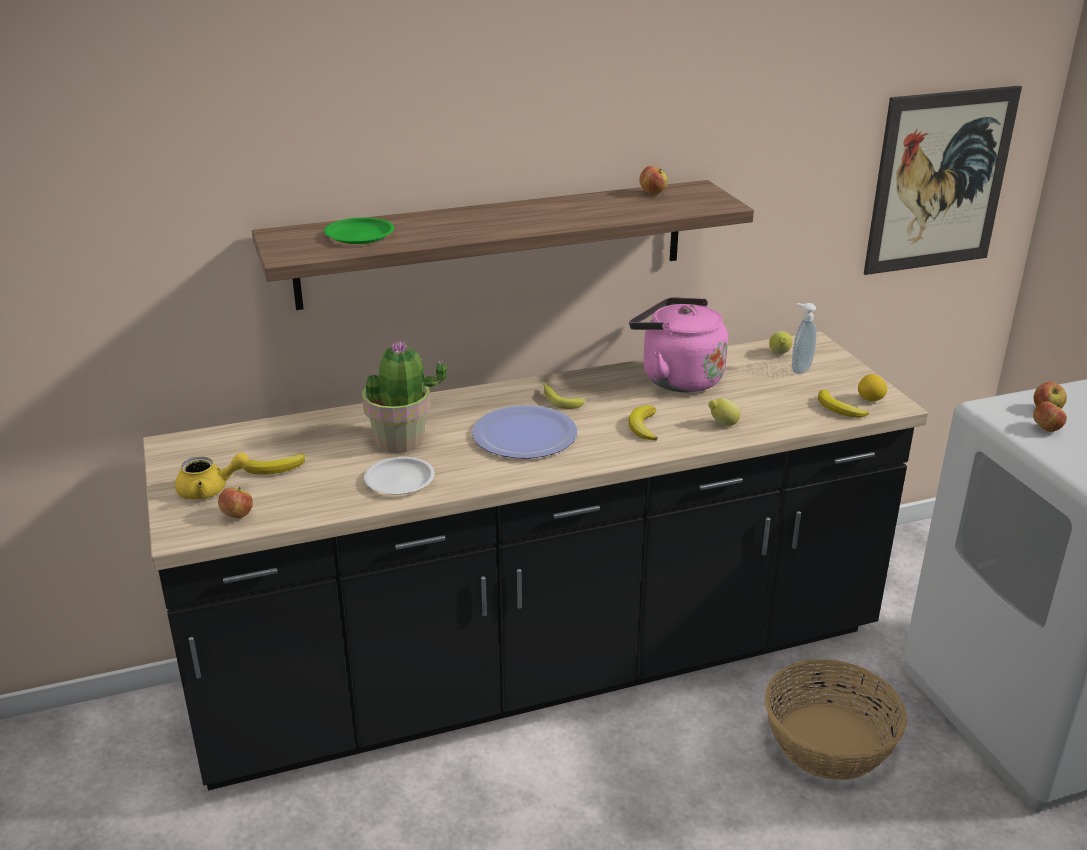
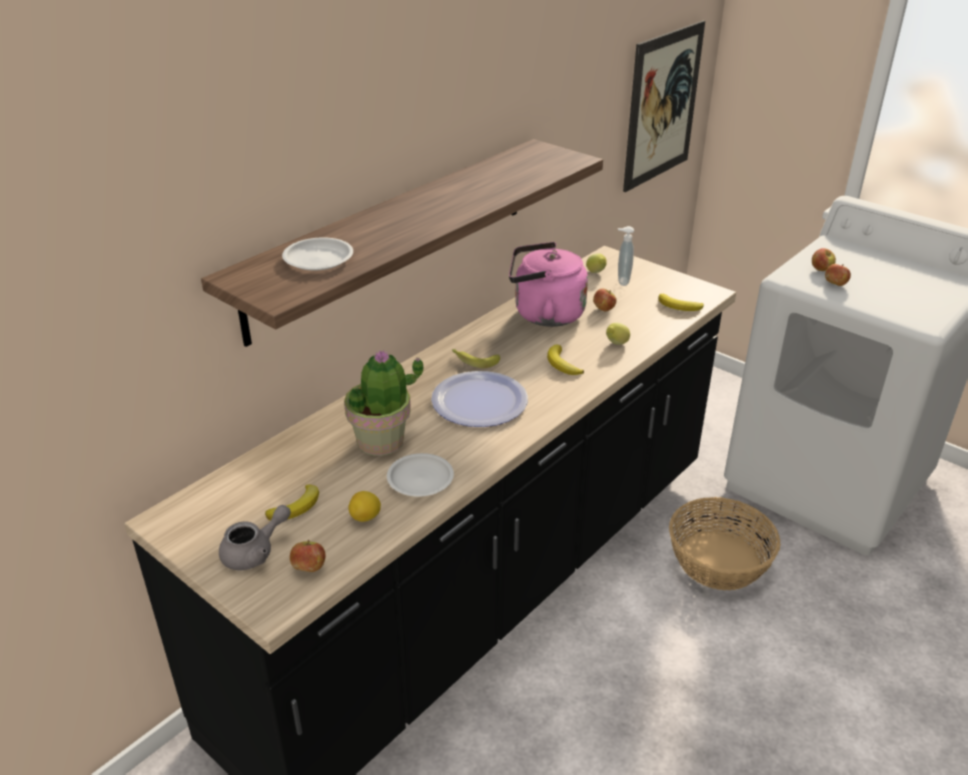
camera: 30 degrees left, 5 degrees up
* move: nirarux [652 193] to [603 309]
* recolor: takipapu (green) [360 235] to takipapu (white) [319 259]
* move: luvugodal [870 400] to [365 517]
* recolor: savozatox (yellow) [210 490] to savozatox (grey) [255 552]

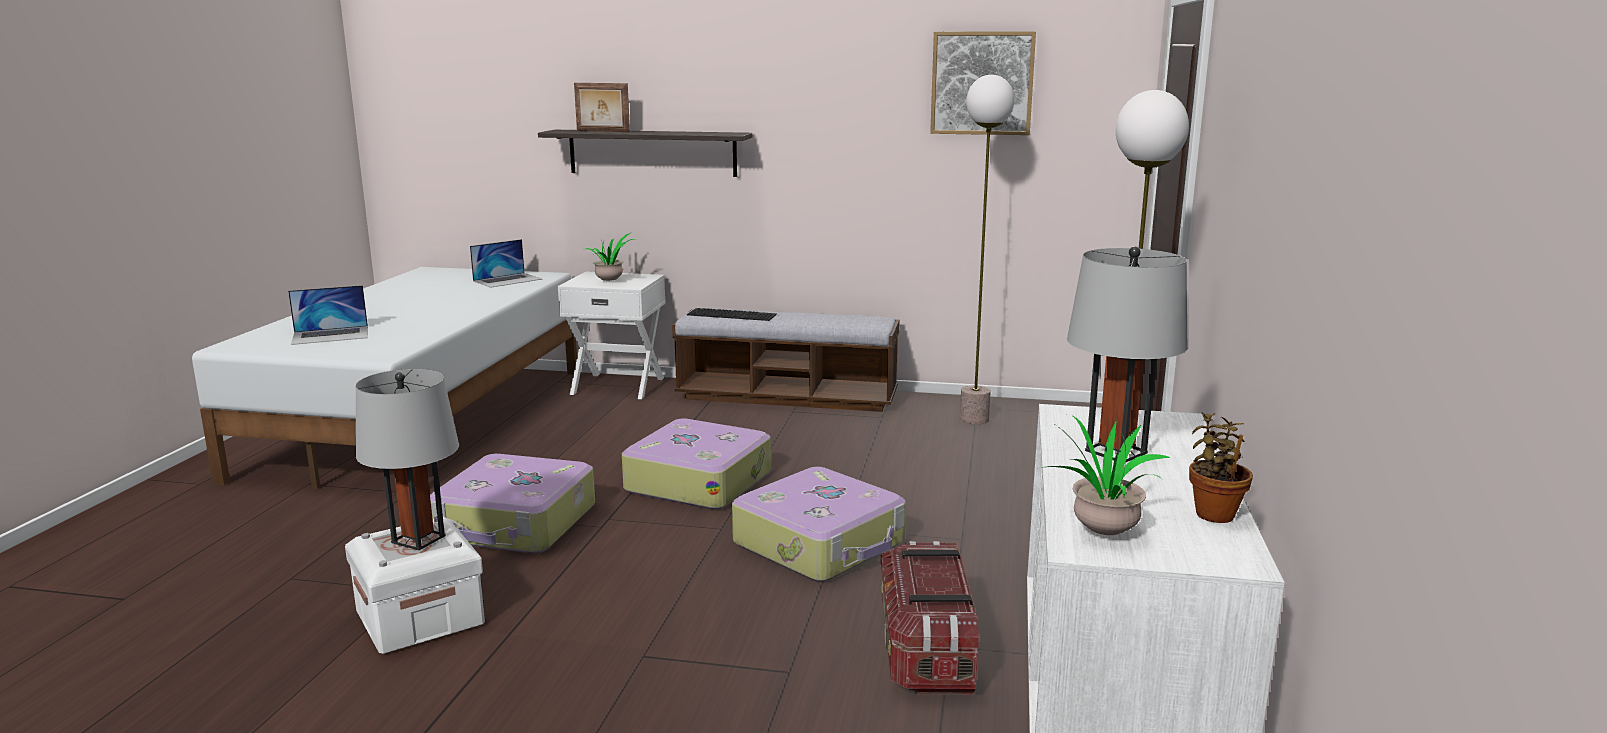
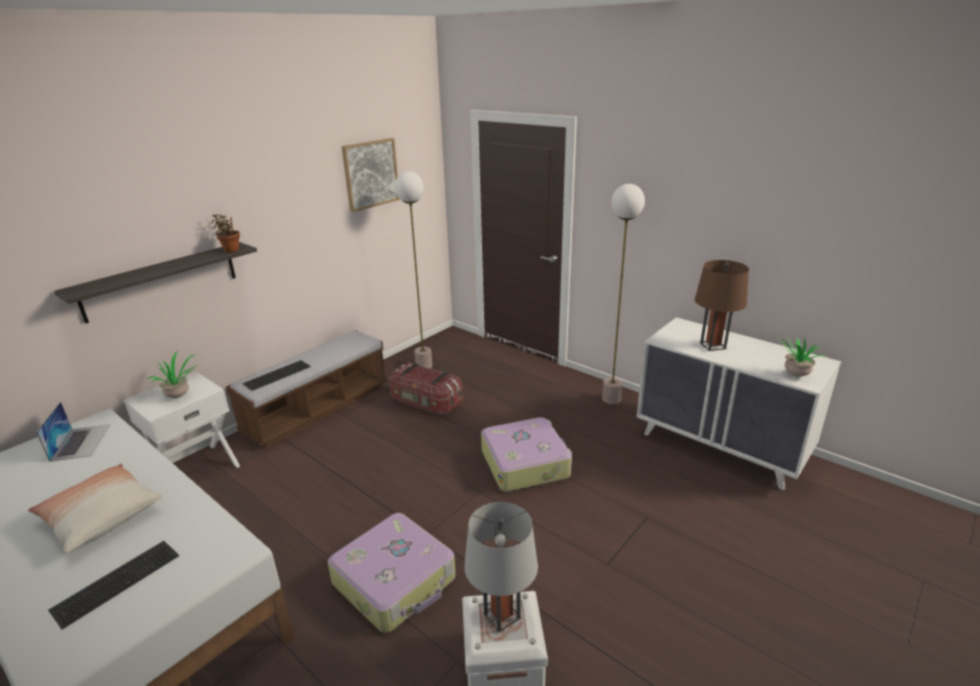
camera: 60 degrees left, 10 degrees up
* delete: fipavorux [602 131]
* recolor: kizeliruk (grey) [1116 452] to kizeliruk (brown) [713 346]
* replace: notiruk [331 335] to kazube [117 580]
* move: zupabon [1214 513] to [230 250]
* delete: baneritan [698 481]
* move: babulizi [926 649] to [425 402]
* insert: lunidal [101 517]

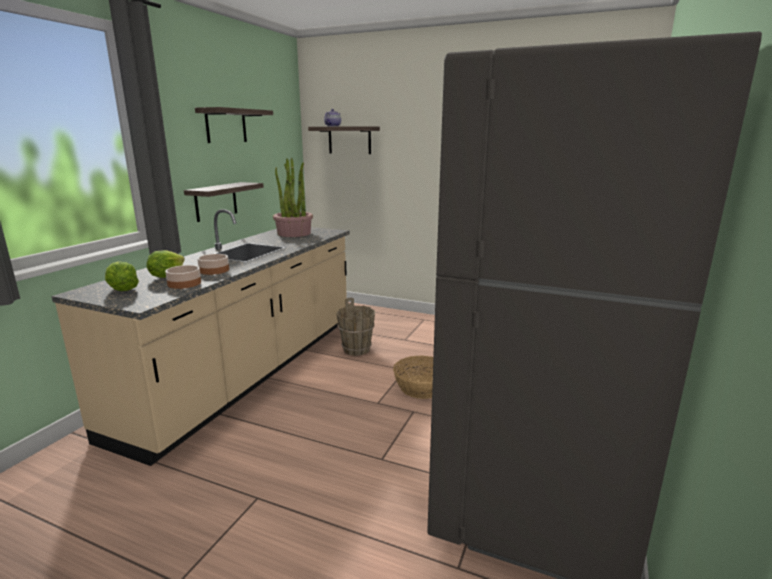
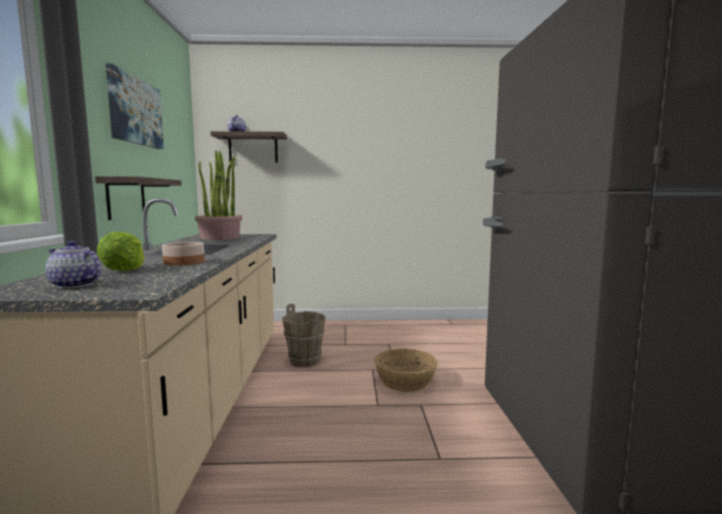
camera: 25 degrees left, 10 degrees down
* replace: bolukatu [226 126] to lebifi [135 111]
* replace: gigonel [122 290] to savozatox [75 285]
* delete: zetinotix [184 284]

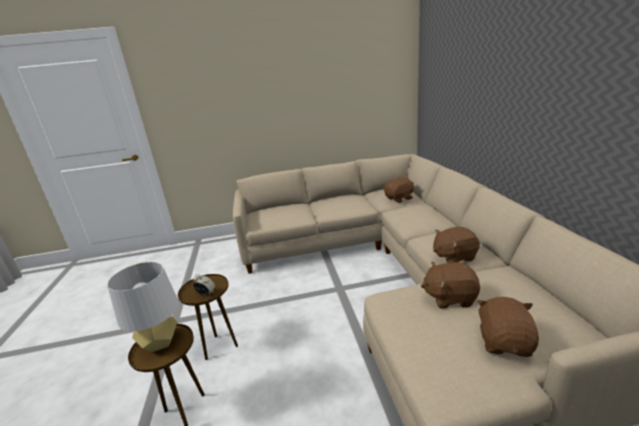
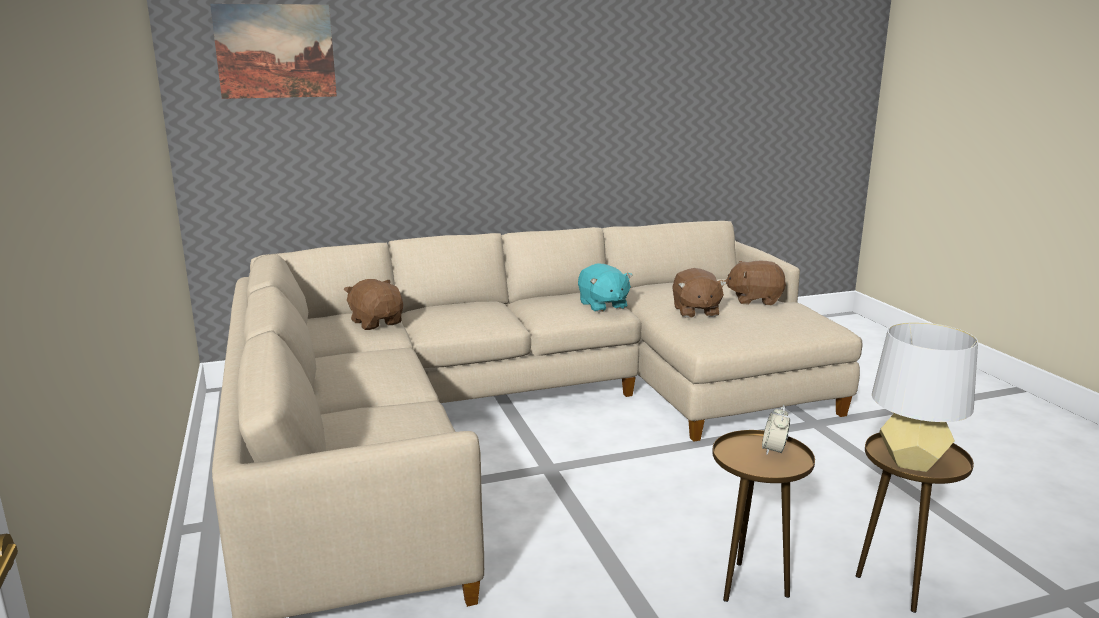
camera: 100 degrees left, 5 degrees down
* recolor: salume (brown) [454 257] to salume (turquoise) [602 305]
* insert: lebifi [275 51]

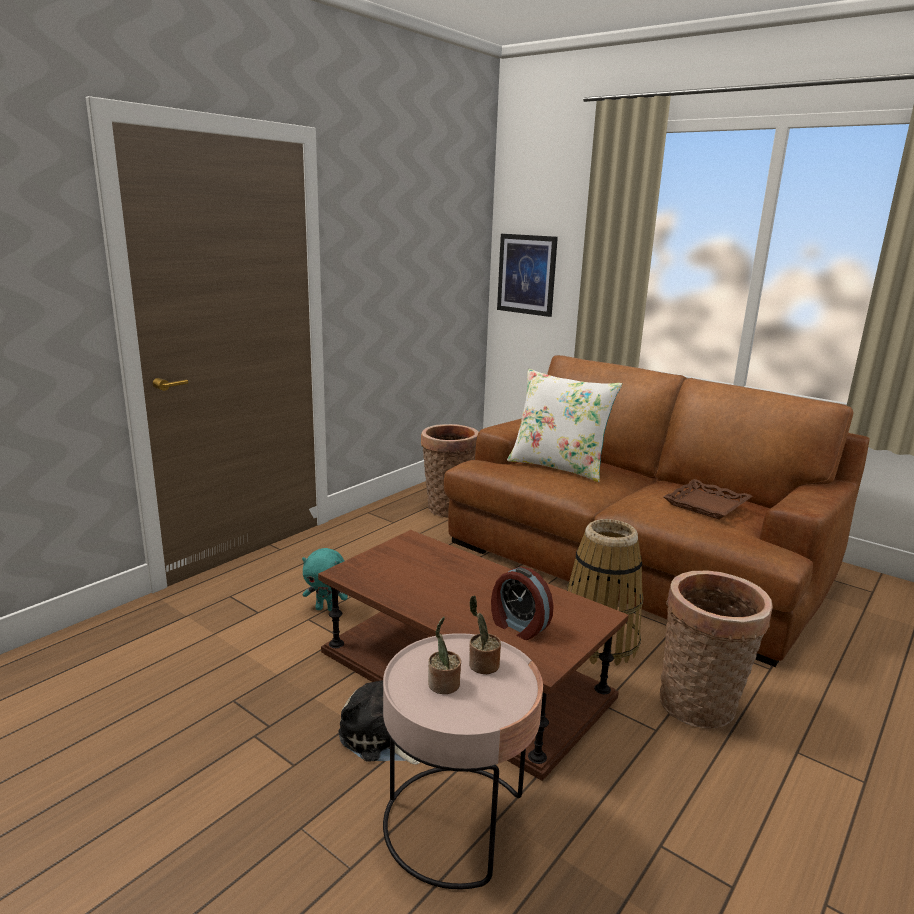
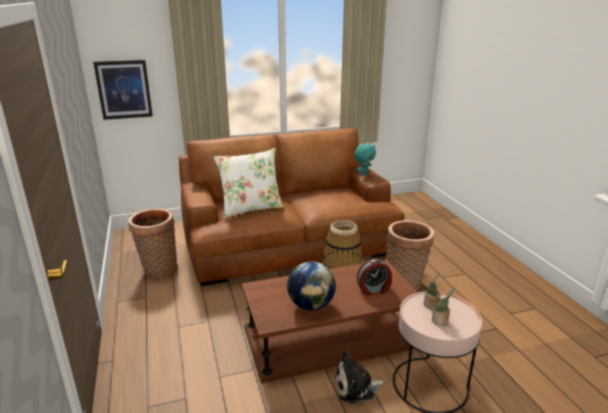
camera: 55 degrees left, 5 degrees up
* delete: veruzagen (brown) [707 505]
* move: salume (turquoise) [326 608] to [364 174]
* insert: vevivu [311 305]

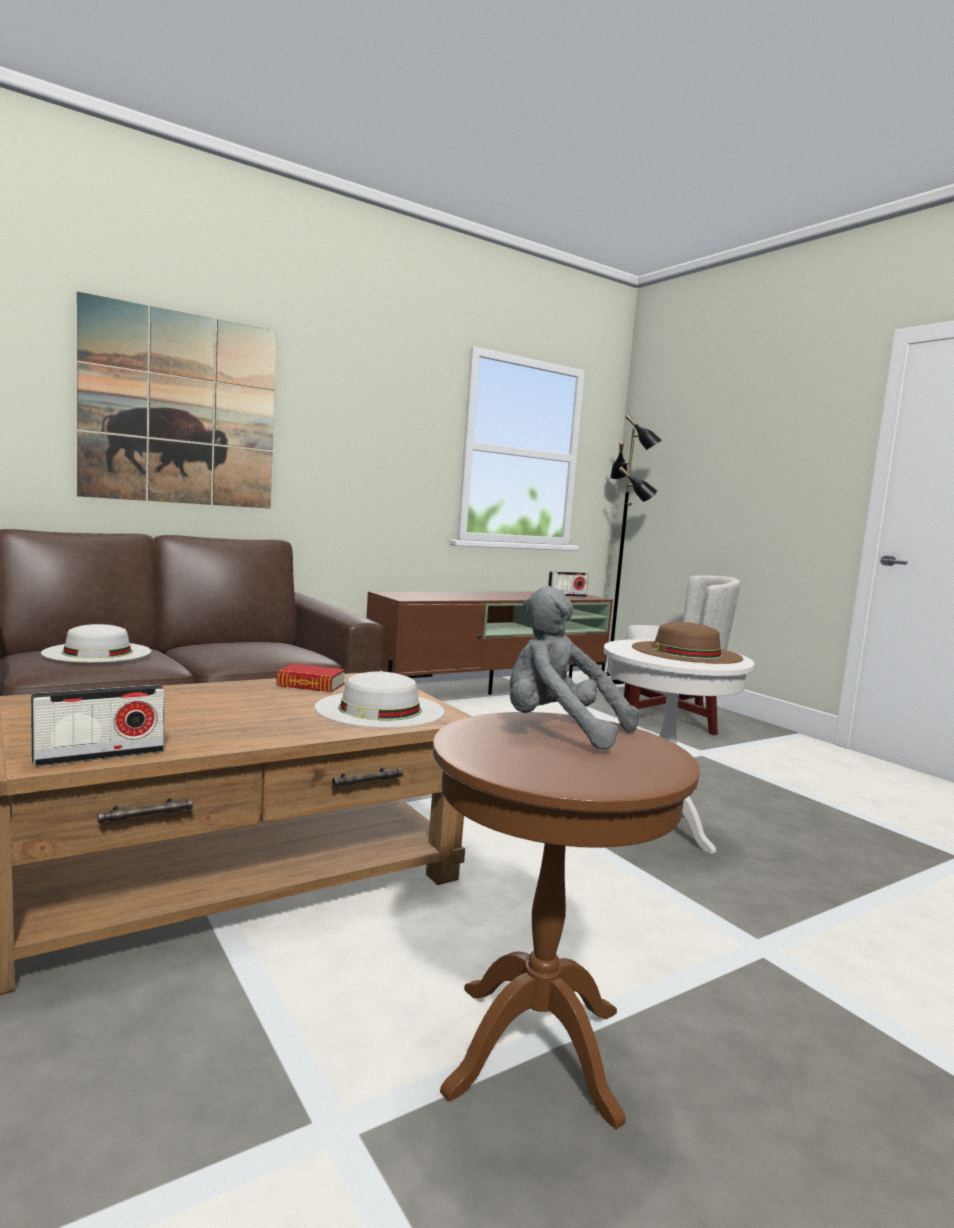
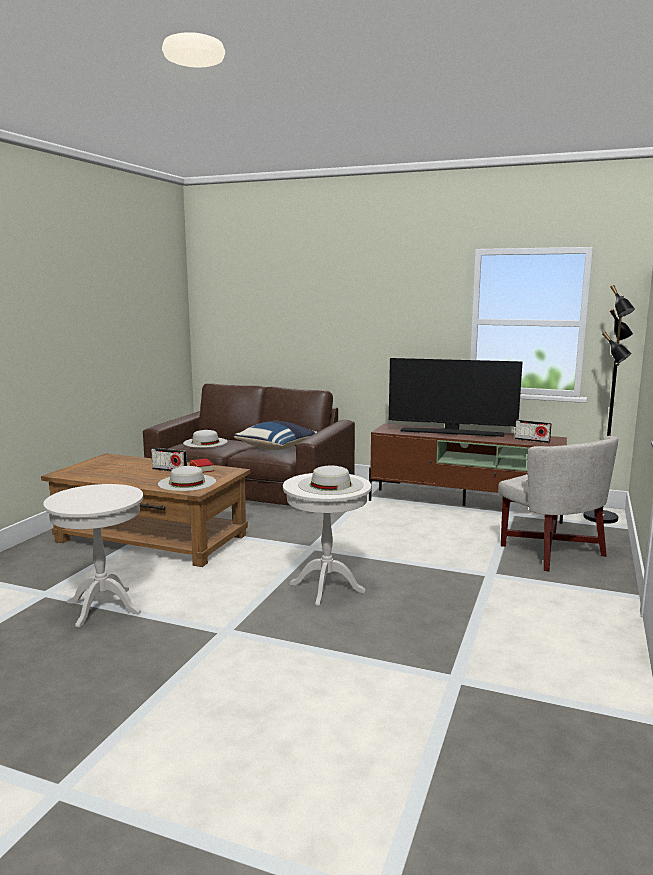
camera: 55 degrees right, 5 degrees up
* delete: lebifi [181 409]
* delete: salume (grey) [558 730]
* recolor: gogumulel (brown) [686 652] to gogumulel (white) [330 485]
* move: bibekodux [100 756] to [169 470]
* recolor: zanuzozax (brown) [535 1049] to zanuzozax (white) [103 607]
* insert: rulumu [452 432]
* insert: lunidal (blue) [277 448]

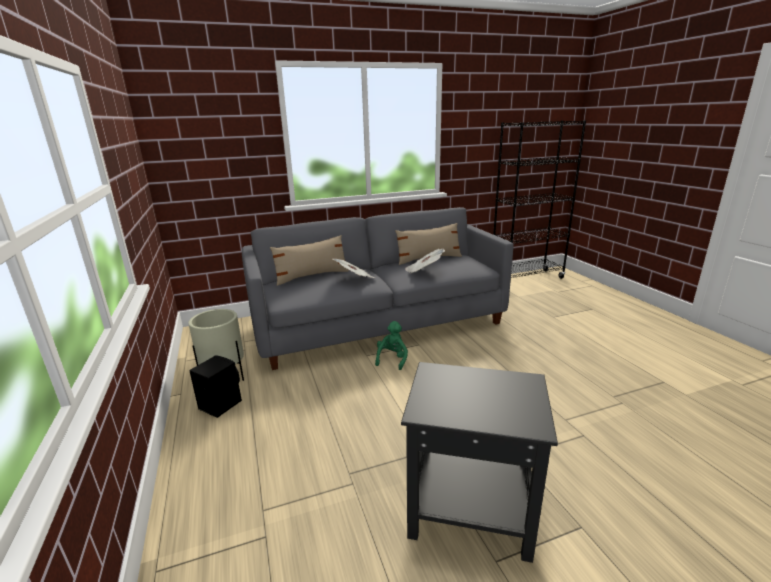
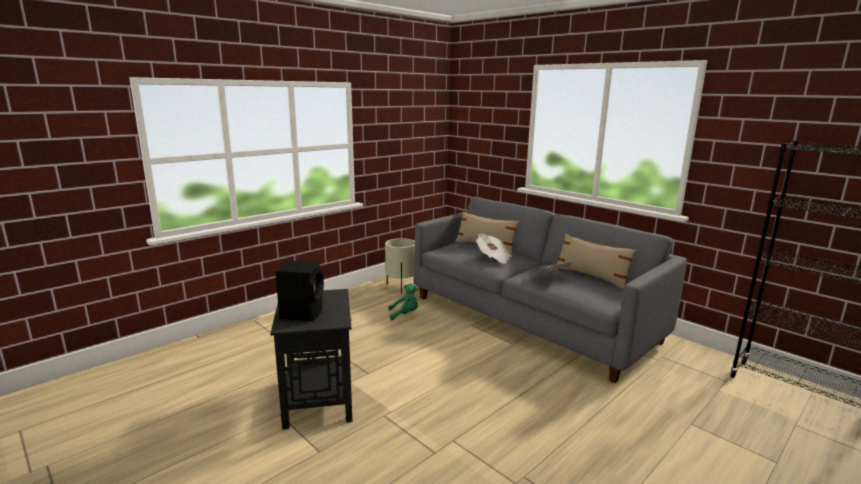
camera: 65 degrees right, 5 degrees down
* move: salume (green) [392 359] to [405 314]
* move: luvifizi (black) [220 404] to [302 313]

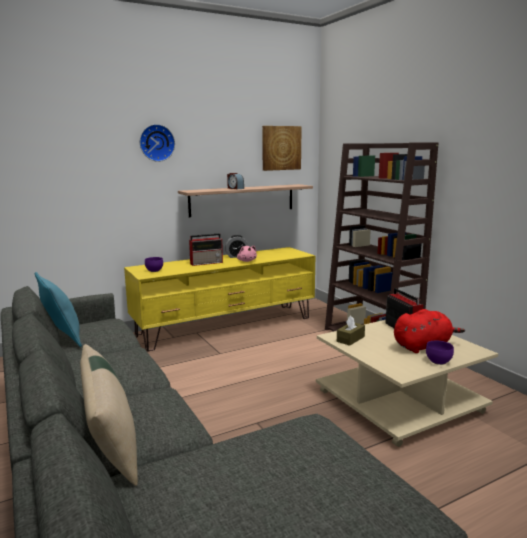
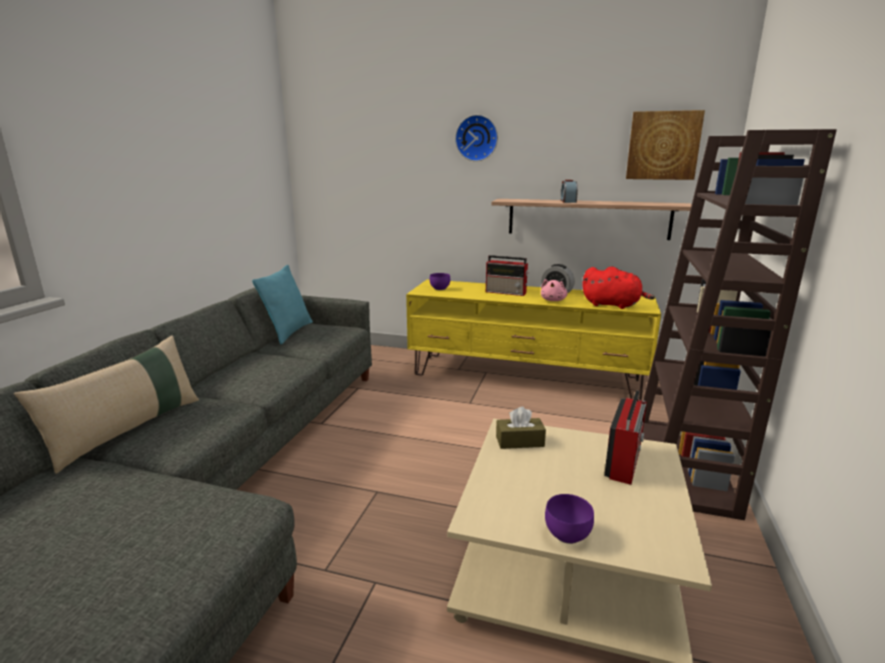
camera: 45 degrees right, 5 degrees up
* move: salume (red) [423 346] to [613 305]

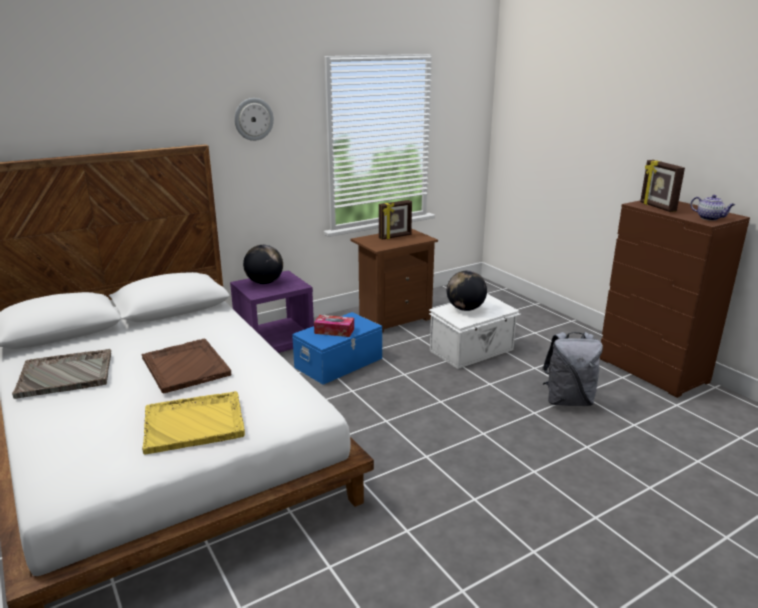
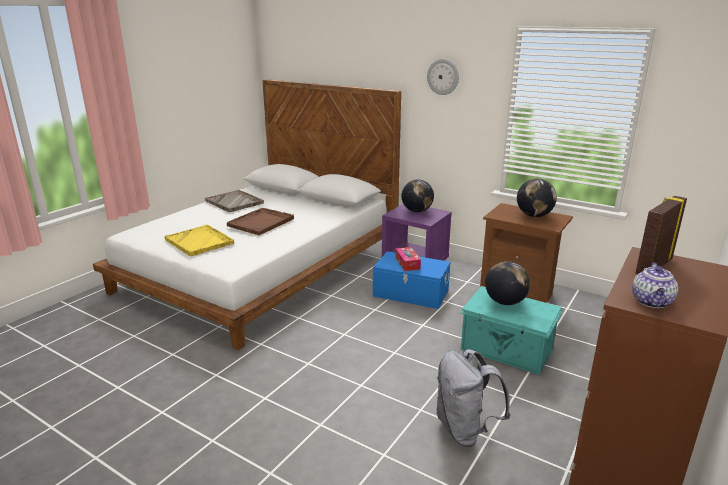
camera: 65 degrees right, 0 degrees up
* replace: fipavorux [395 237] to vevivu [534 215]
* recolor: babulizi (white) [472 350] to babulizi (turquoise) [506 350]

